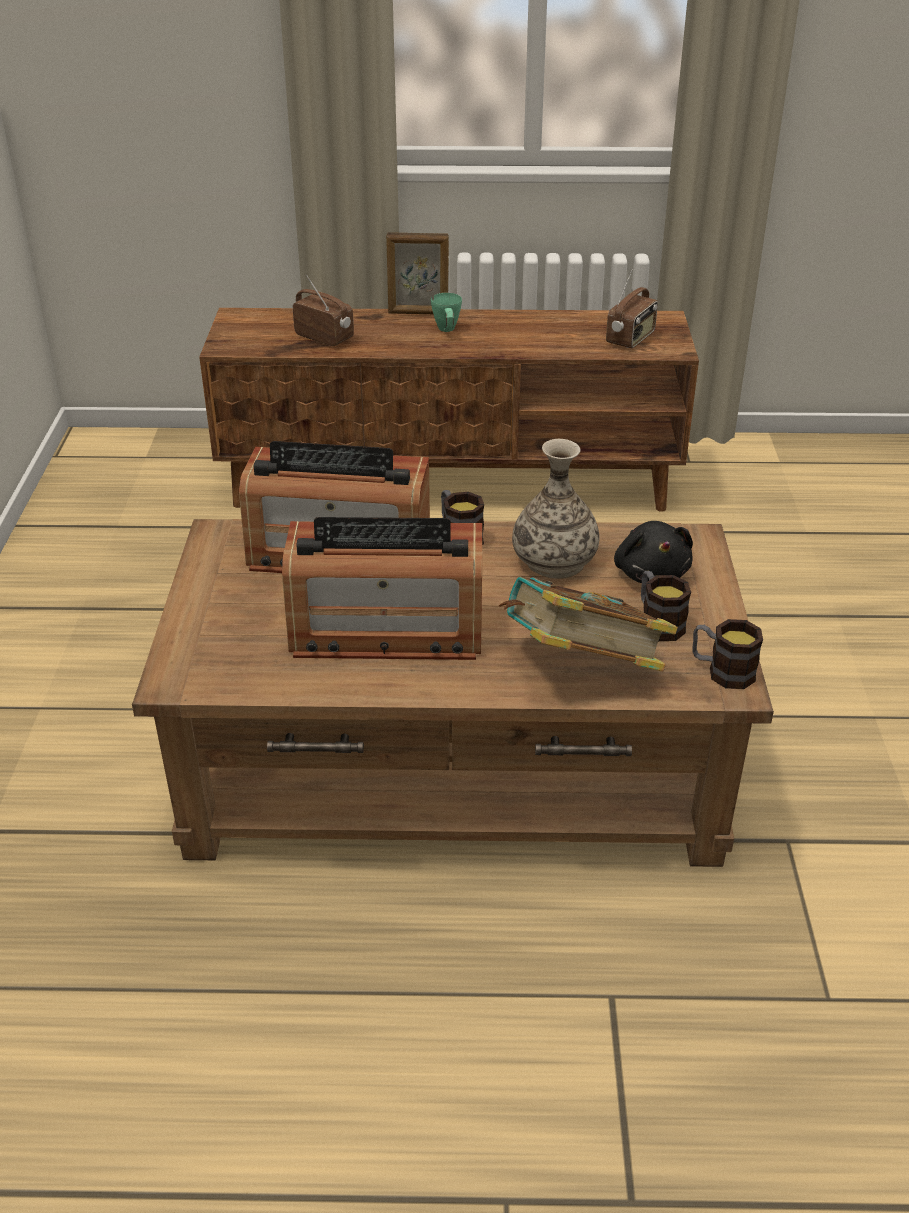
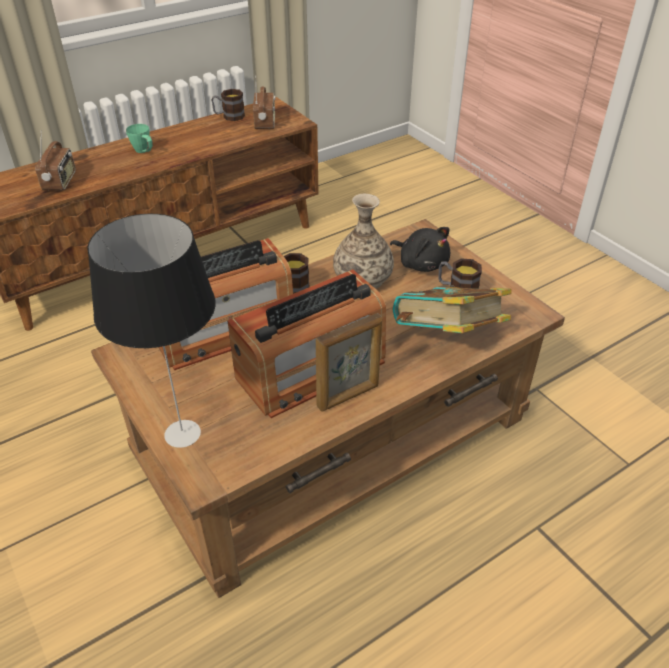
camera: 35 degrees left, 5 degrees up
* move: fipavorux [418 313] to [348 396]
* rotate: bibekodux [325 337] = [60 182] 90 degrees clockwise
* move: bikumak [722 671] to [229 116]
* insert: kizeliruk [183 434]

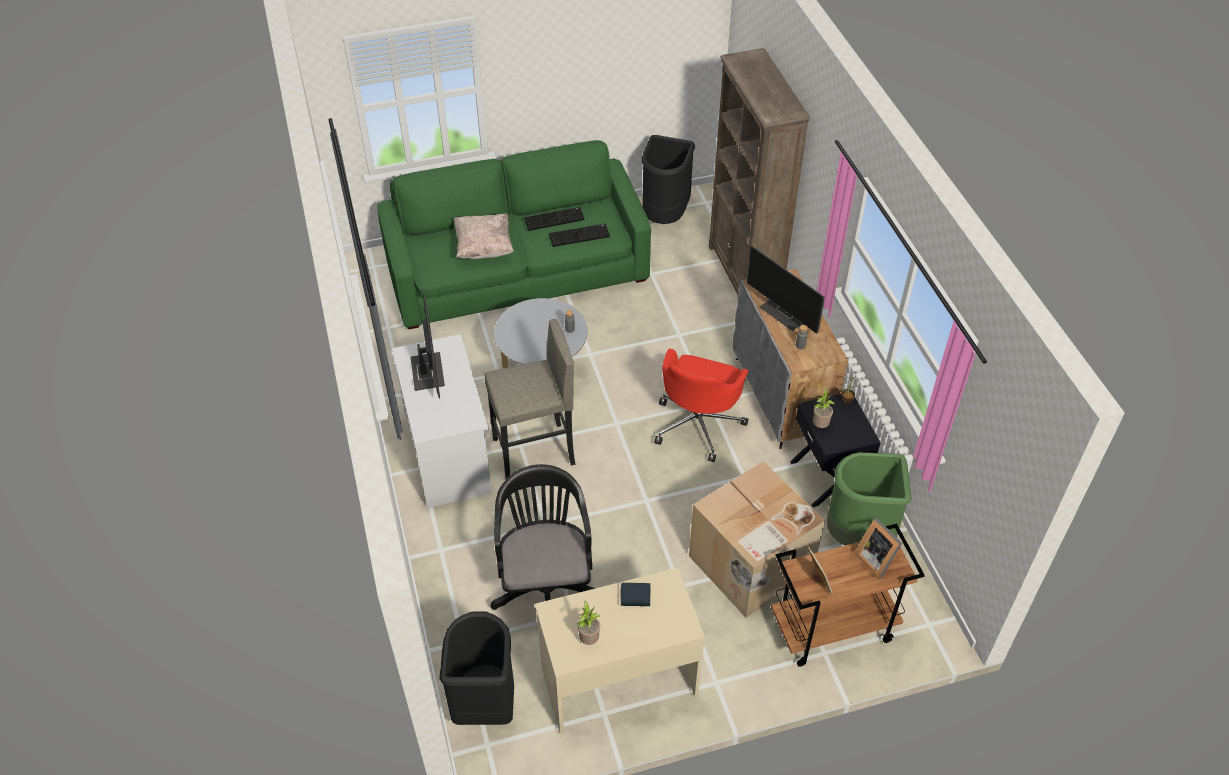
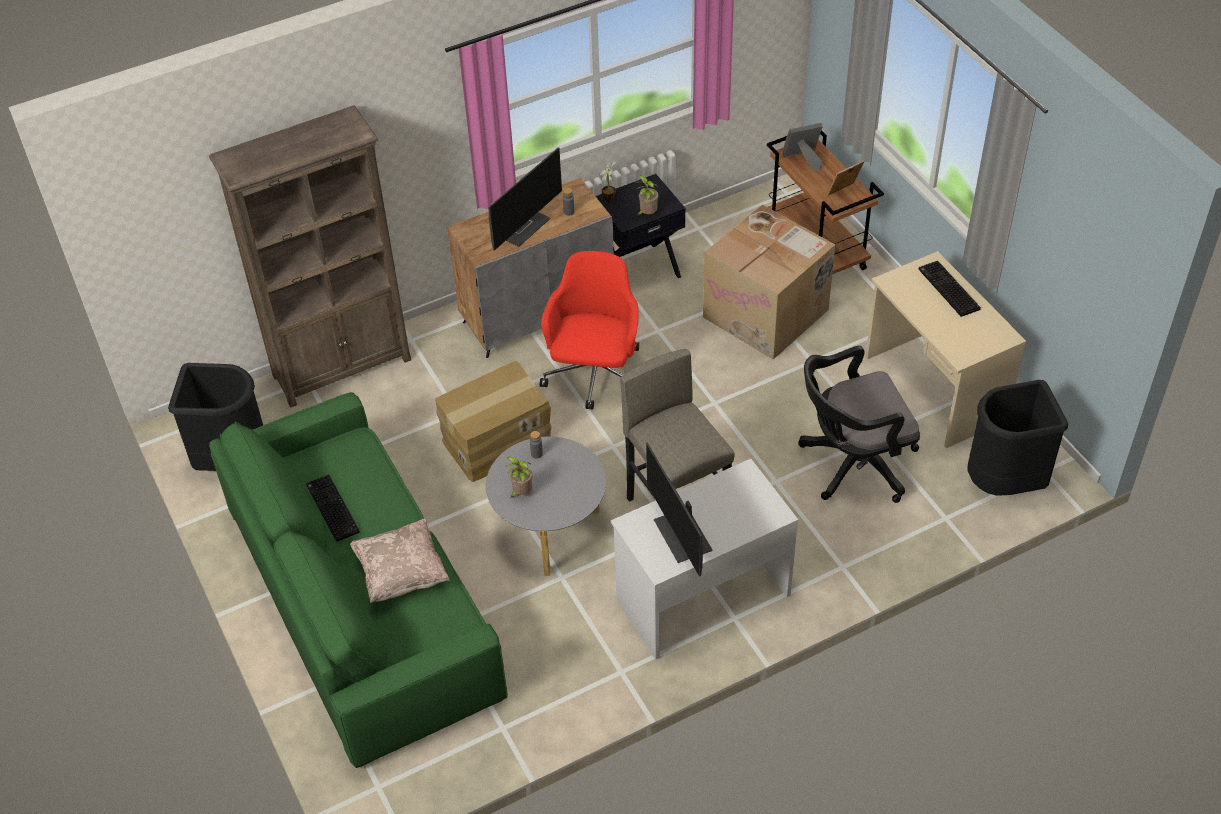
camera: 100 degrees left, 0 degrees up
* move: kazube [579 235] to [947 289]
* rotate: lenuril [427 371] = [683 537] 90 degrees counterclockwise
* rotate: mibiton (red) [698 424] = [595 376] 90 degrees counterclockwise
* delete: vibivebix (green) [859 536]
* rotate: fipavorux [876 559] = [803 160] 150 degrees counterclockwise
* delete: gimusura [635 597]
* move: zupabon [589 639] to [521 493]
* insert: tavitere [496 441]

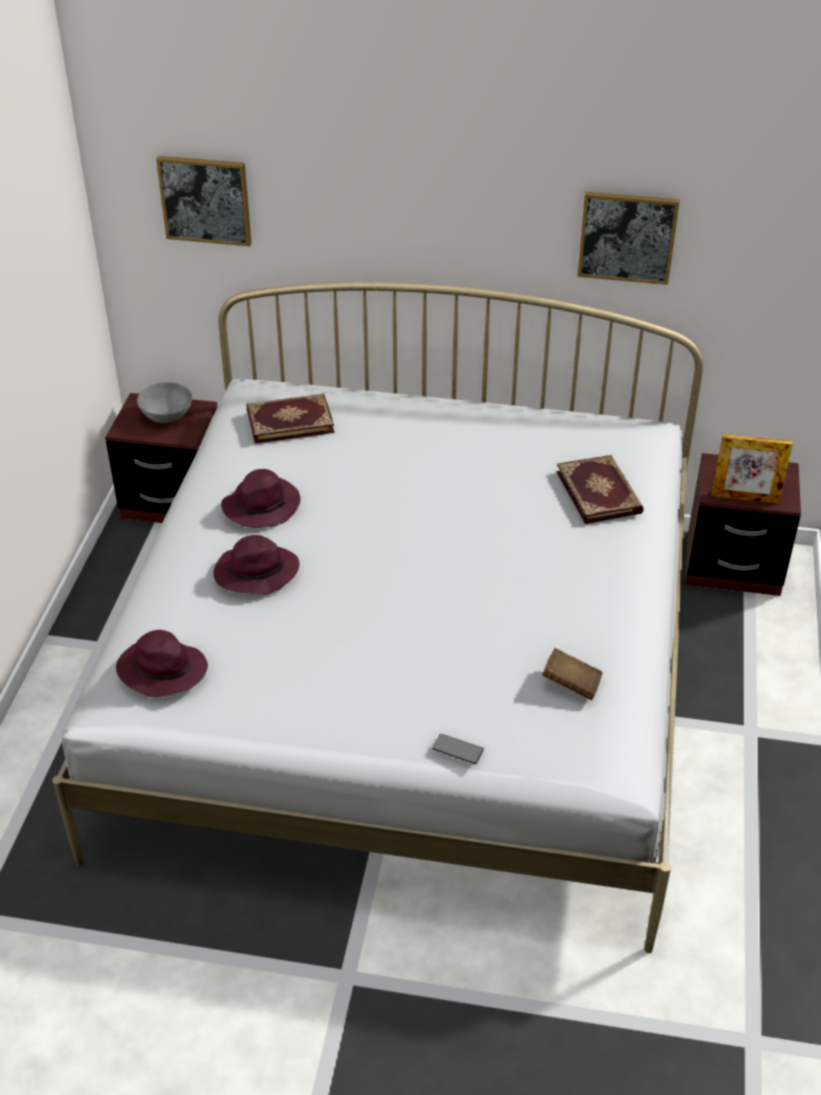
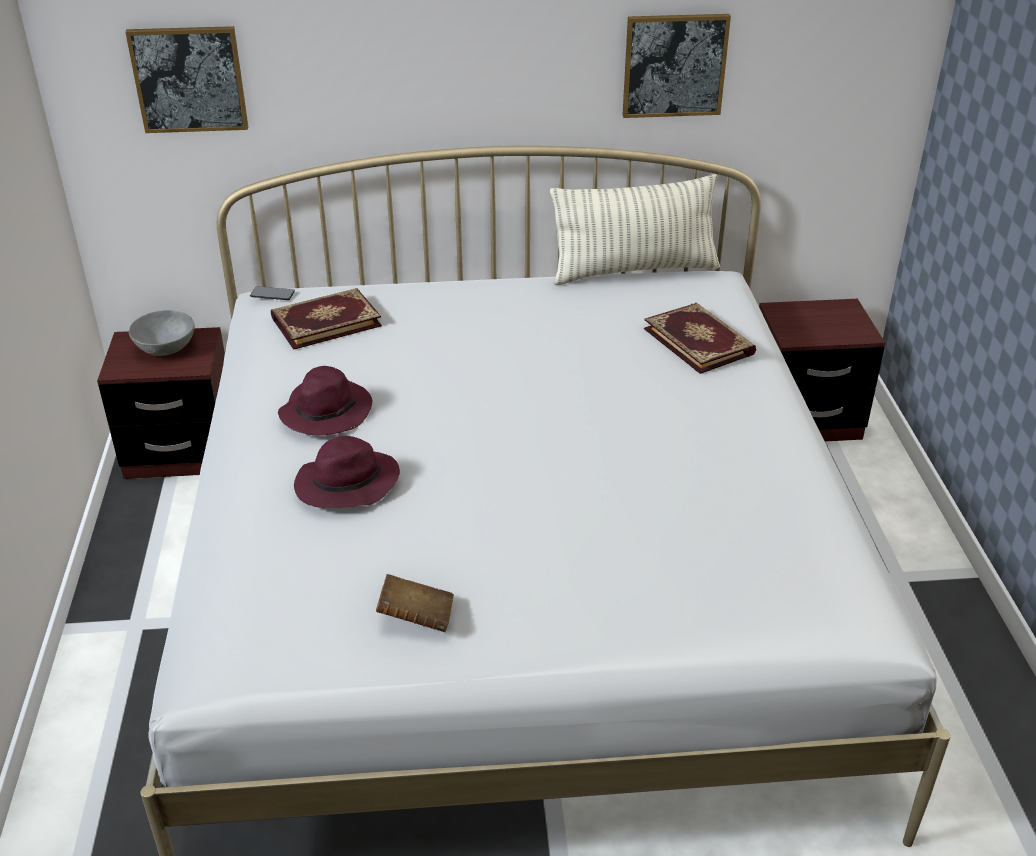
camera: 15 degrees left, 5 degrees down
* delete: fipavorux [745 498]
* delete: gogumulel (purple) [161 670]
* move: gimusura (brown) [571 684] to [416 617]
* move: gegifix [457 749] to [272 294]
* insert: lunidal [634 271]

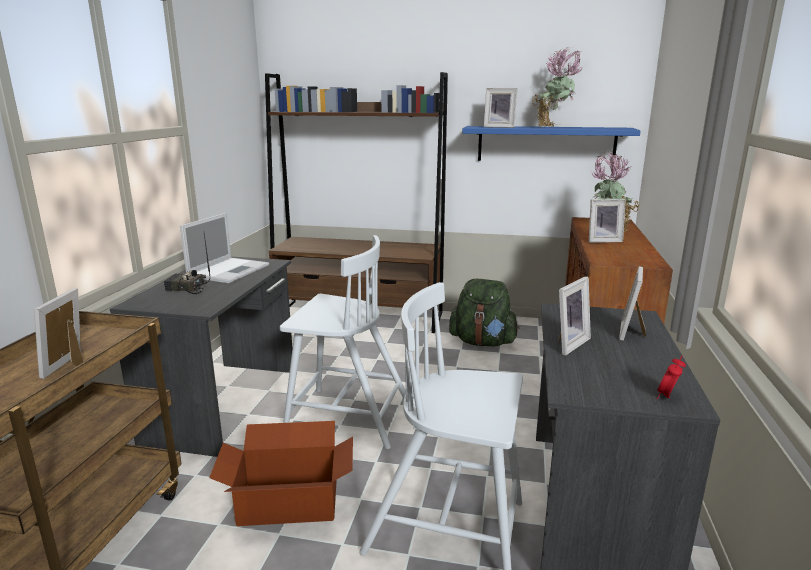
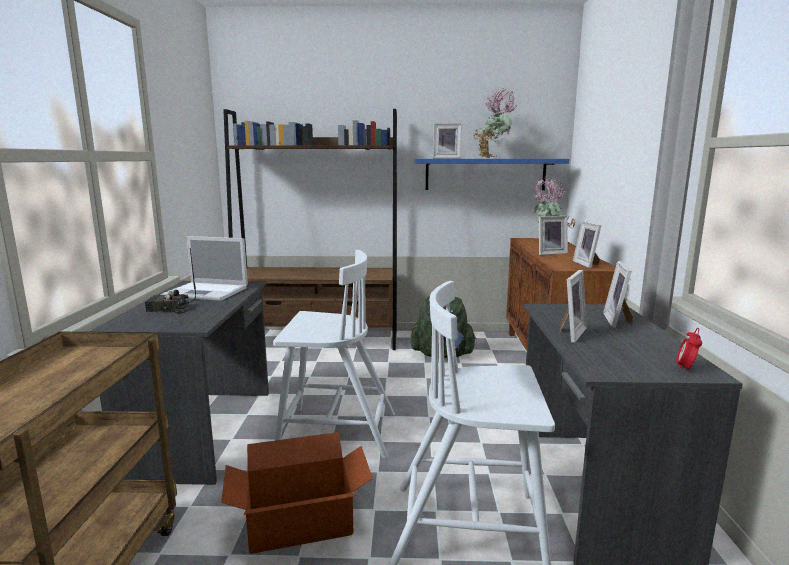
camera: 10 degrees left, 5 degrees down
* rotate: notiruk [229 270] = [207 292] 90 degrees clockwise
* move: fipavorux [71 365] to [587 264]

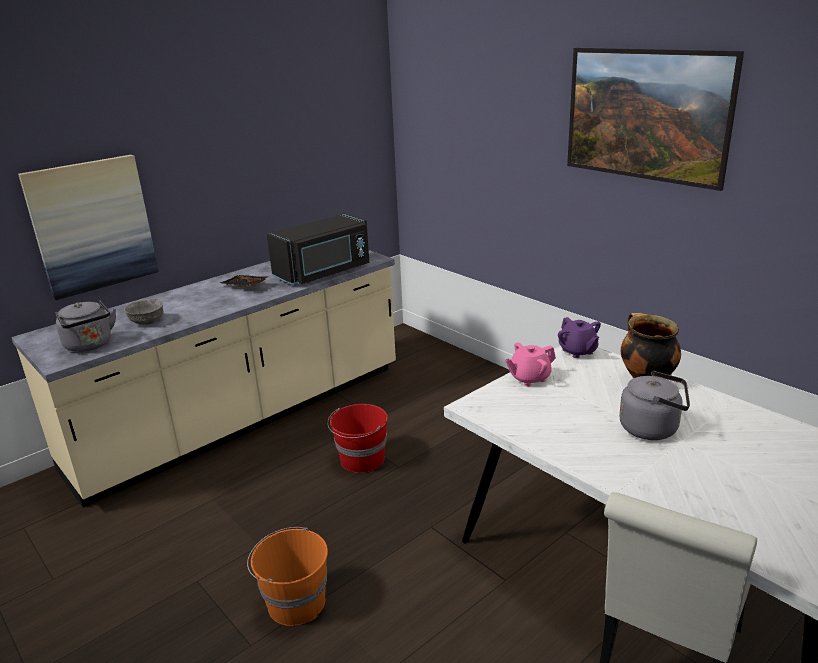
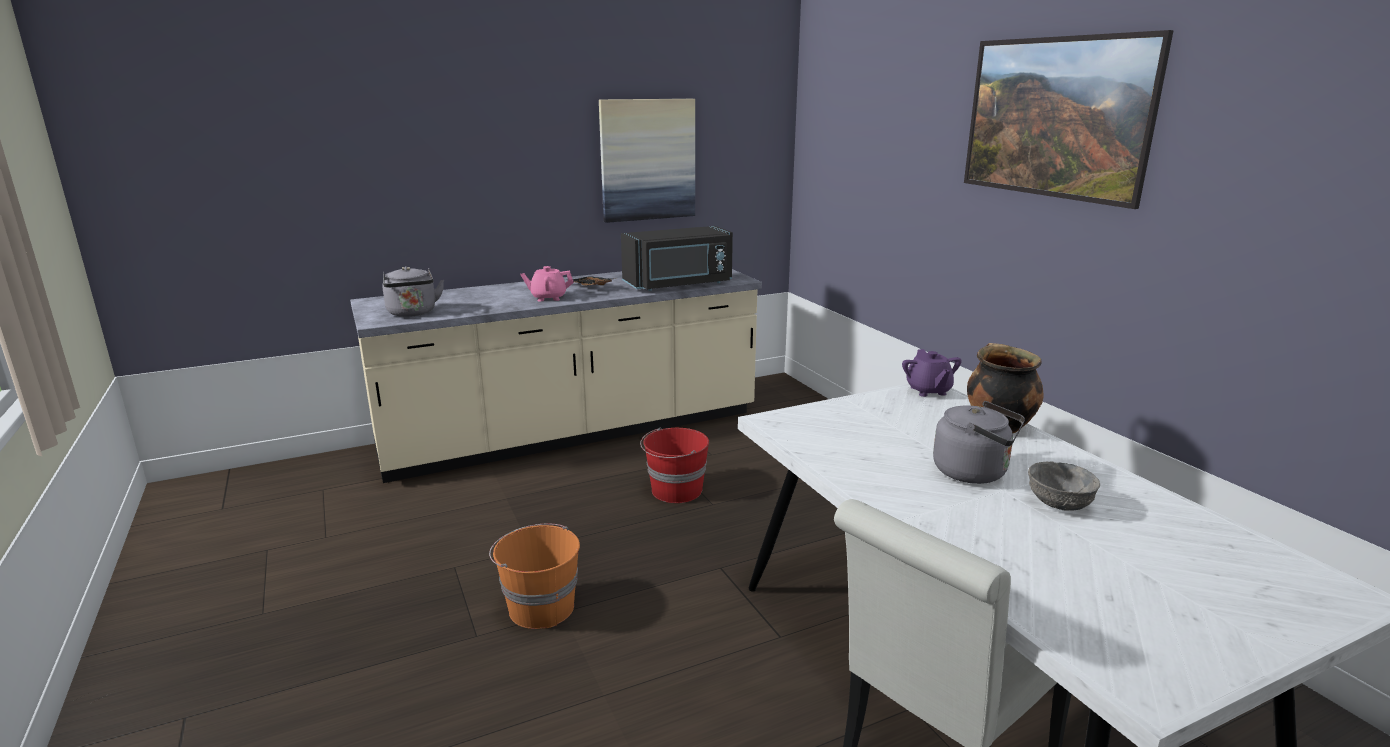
camera: 15 degrees right, 5 degrees down
* move: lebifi [92 226] to [647 160]
* move: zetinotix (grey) [147 322] to [1058 503]
* move: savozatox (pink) [529 378] to [548 298]

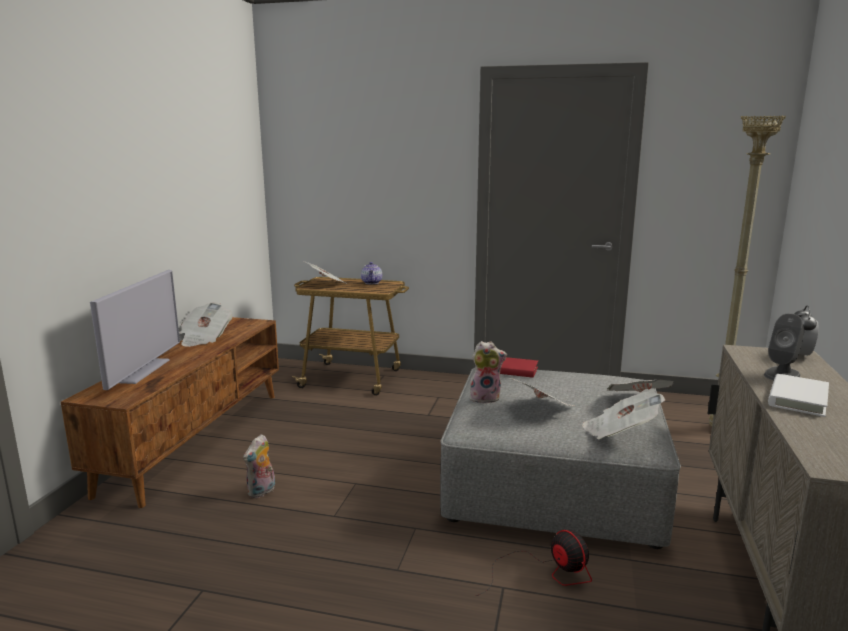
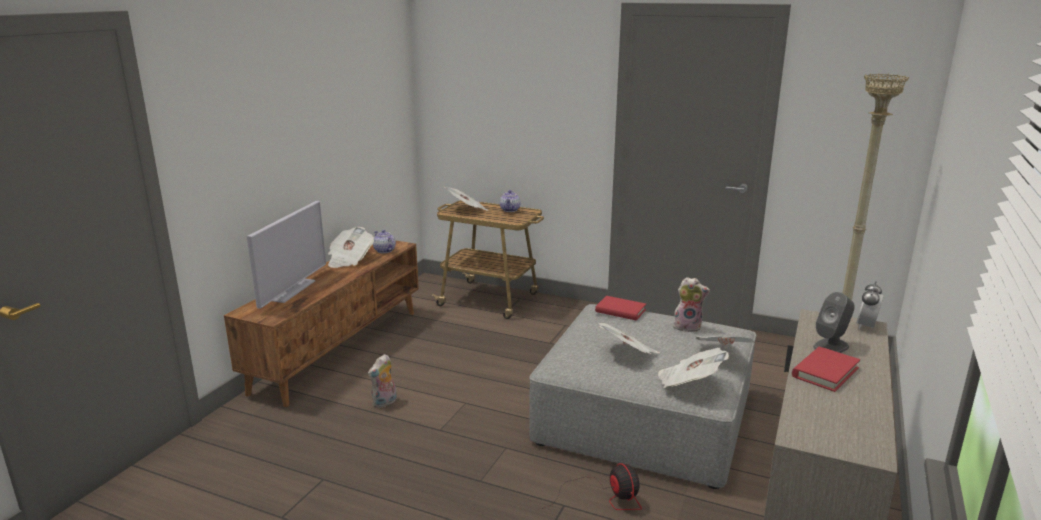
camera: 10 degrees right, 5 degrees up
* move: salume [485 398] to [688 326]
* recolor: gimusura (white) [797 399] to gimusura (red) [825 372]
* insert: savozatox [384 250]

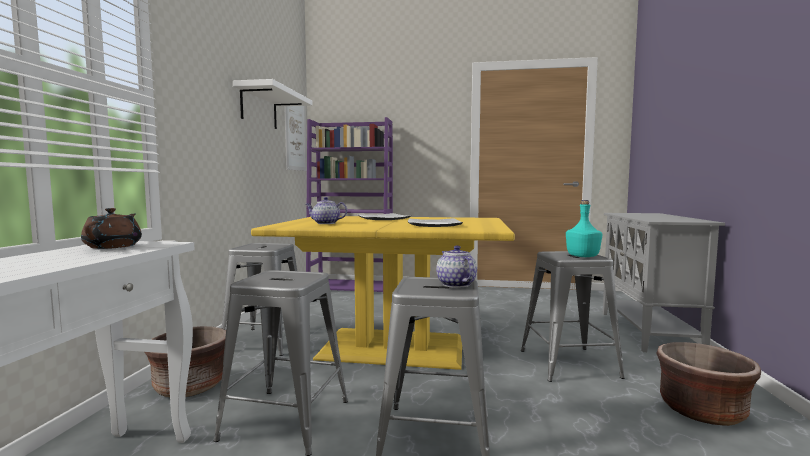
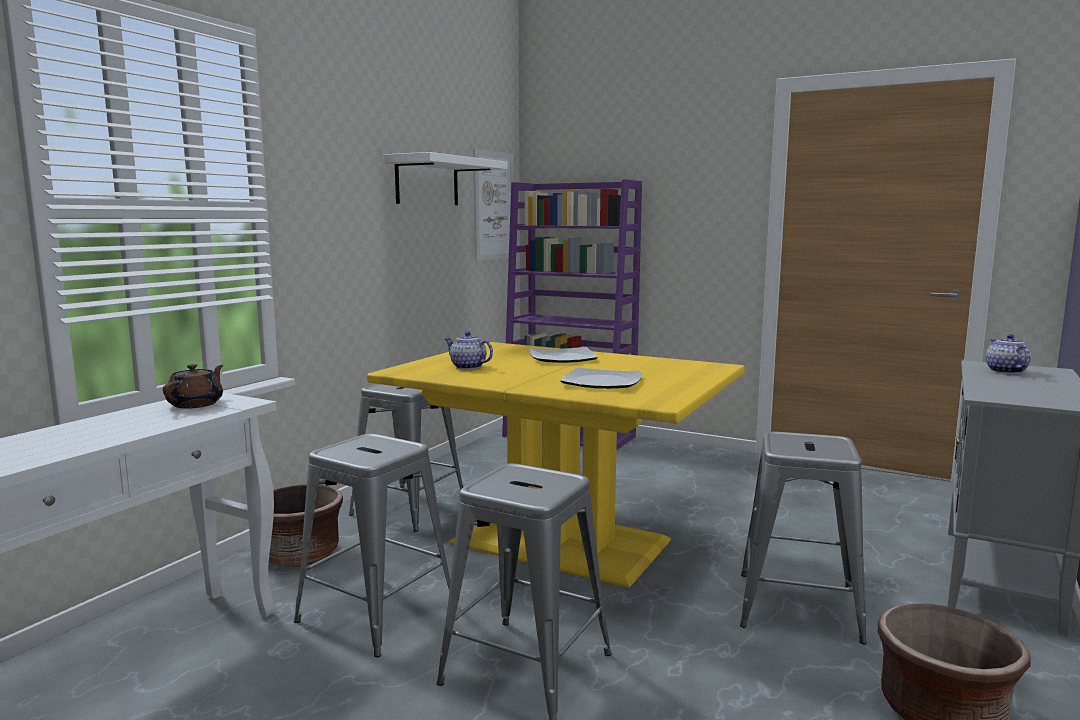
camera: 20 degrees right, 5 degrees up
* delete: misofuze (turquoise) [583 256]
* move: savozatox [455 284] to [1005 371]

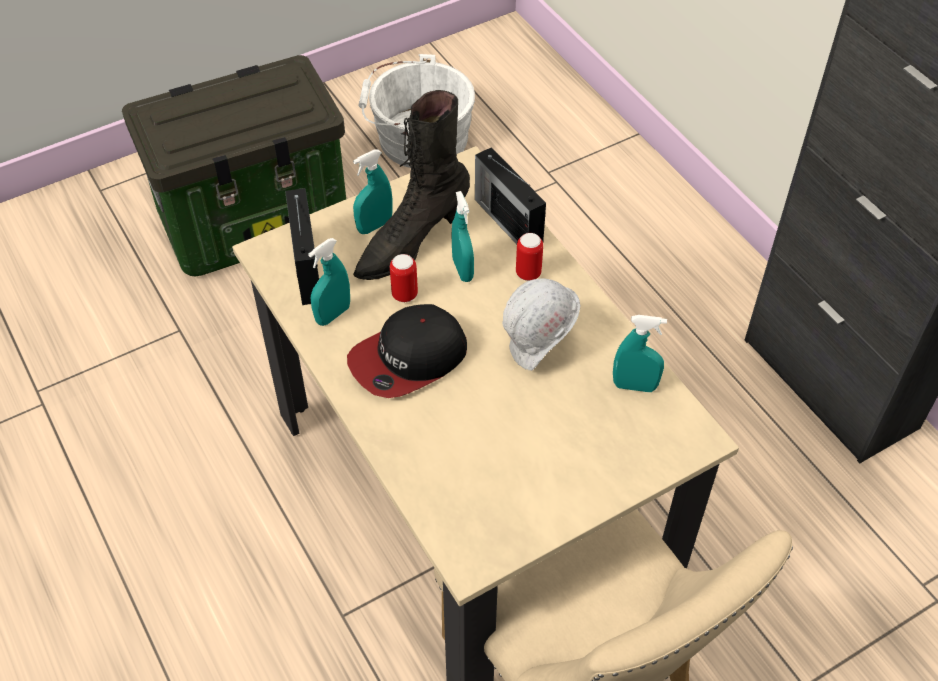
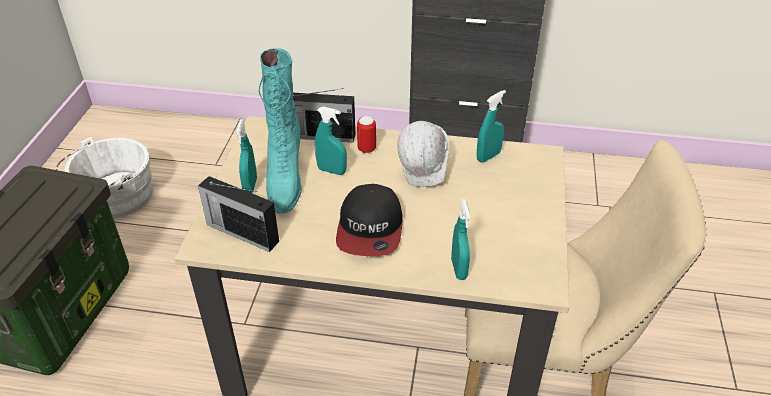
camera: 50 degrees left, 10 degrees down
* recolor: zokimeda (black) [411 243] to zokimeda (turquoise) [285 179]
* move: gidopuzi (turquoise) [333 314] to [458 269]
* delete: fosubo [404 294]

